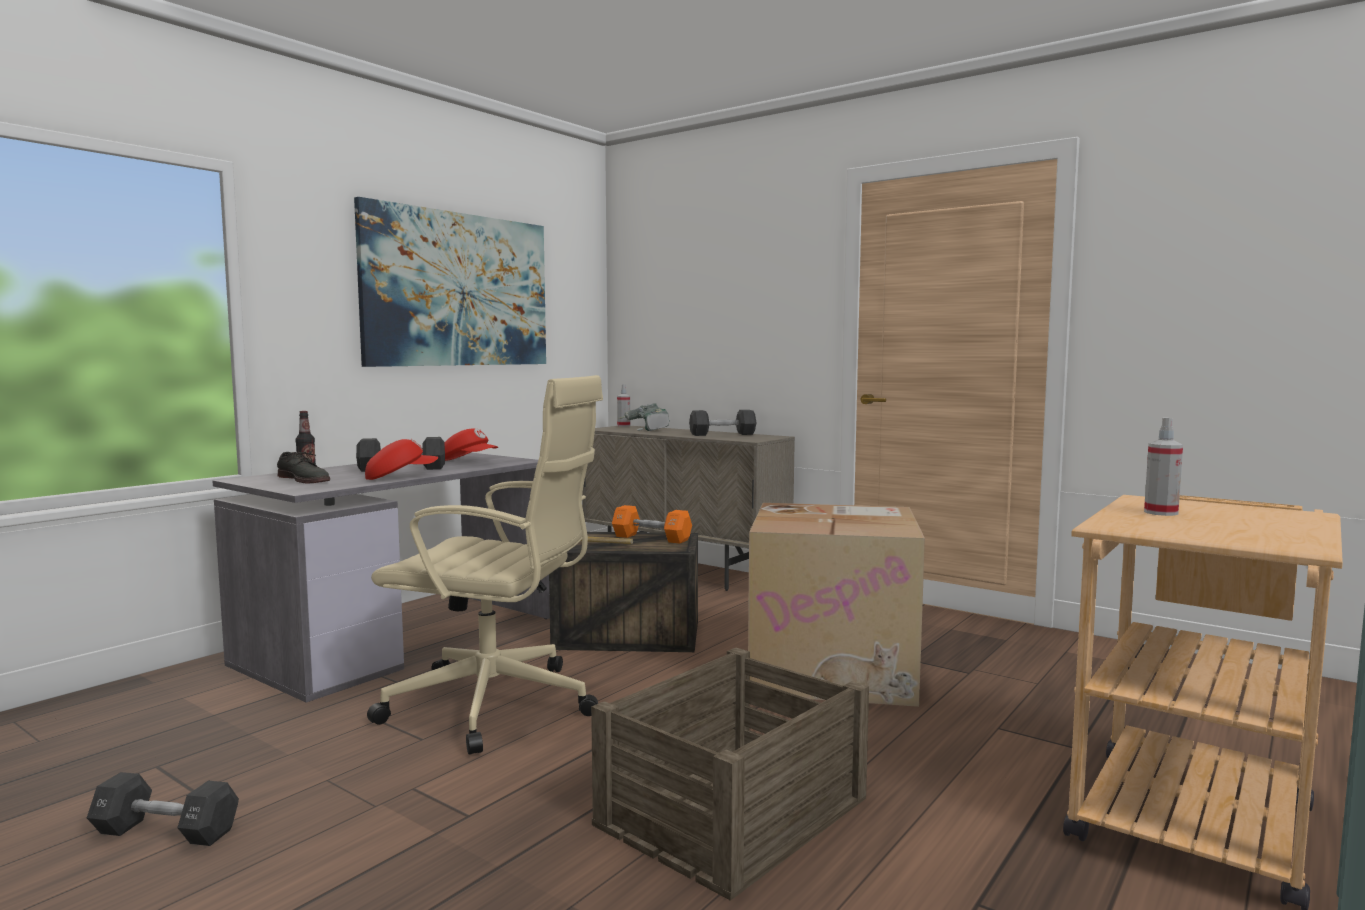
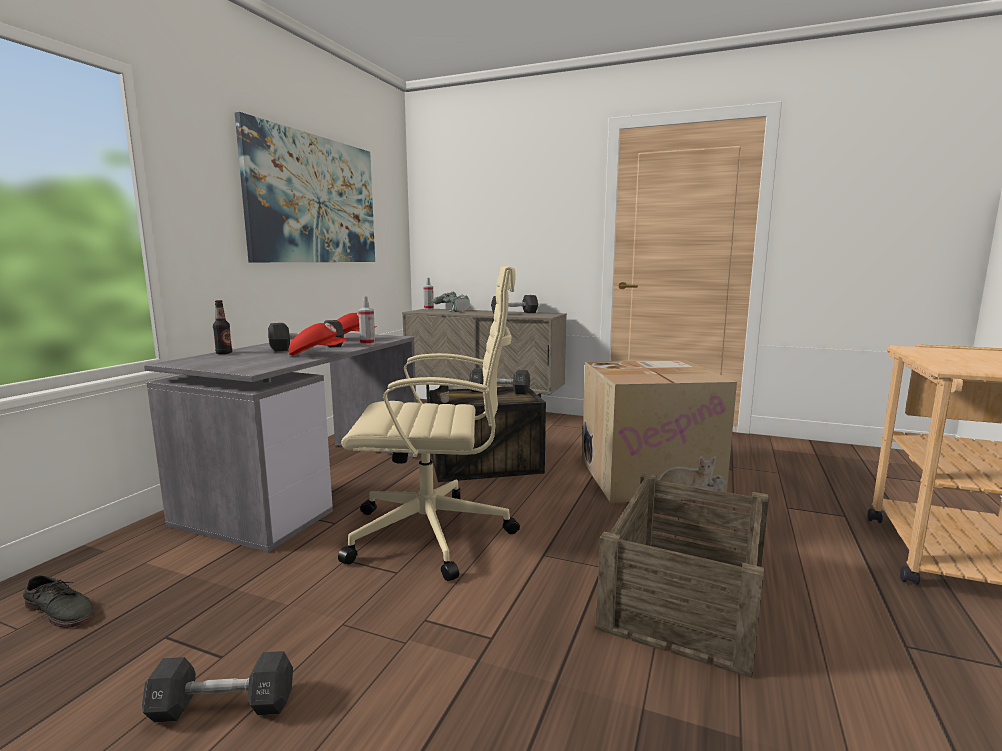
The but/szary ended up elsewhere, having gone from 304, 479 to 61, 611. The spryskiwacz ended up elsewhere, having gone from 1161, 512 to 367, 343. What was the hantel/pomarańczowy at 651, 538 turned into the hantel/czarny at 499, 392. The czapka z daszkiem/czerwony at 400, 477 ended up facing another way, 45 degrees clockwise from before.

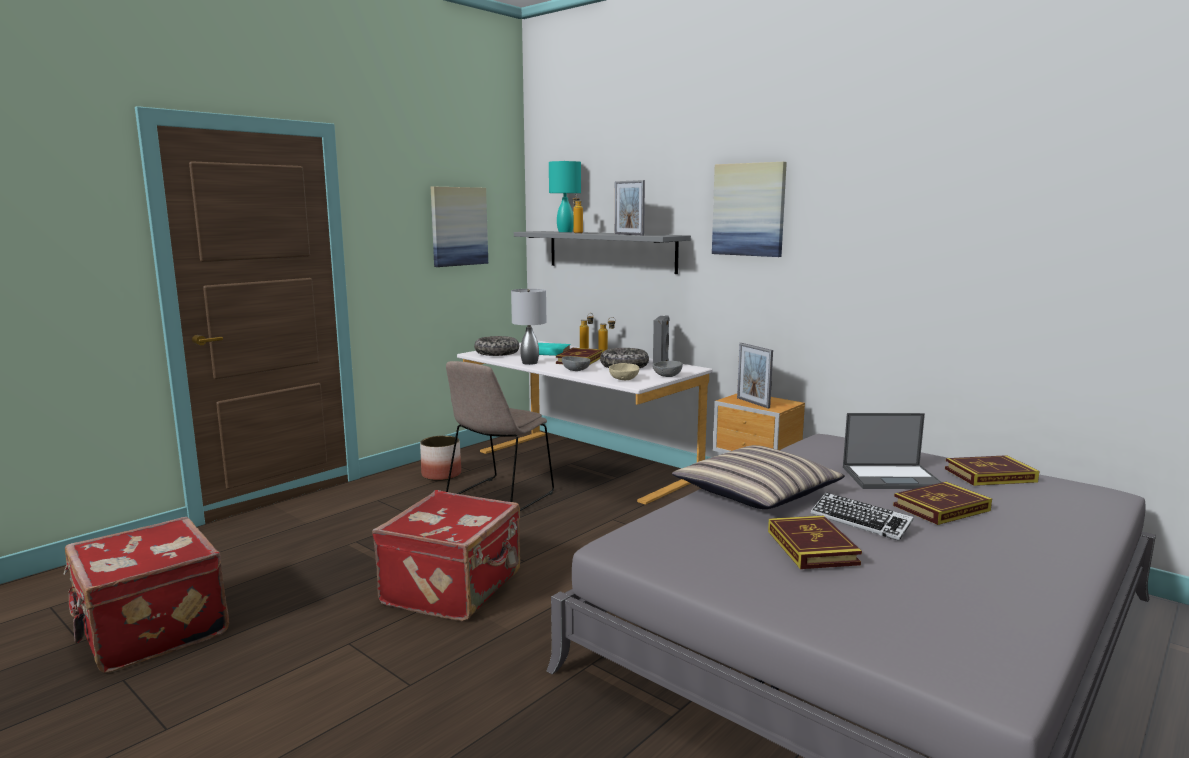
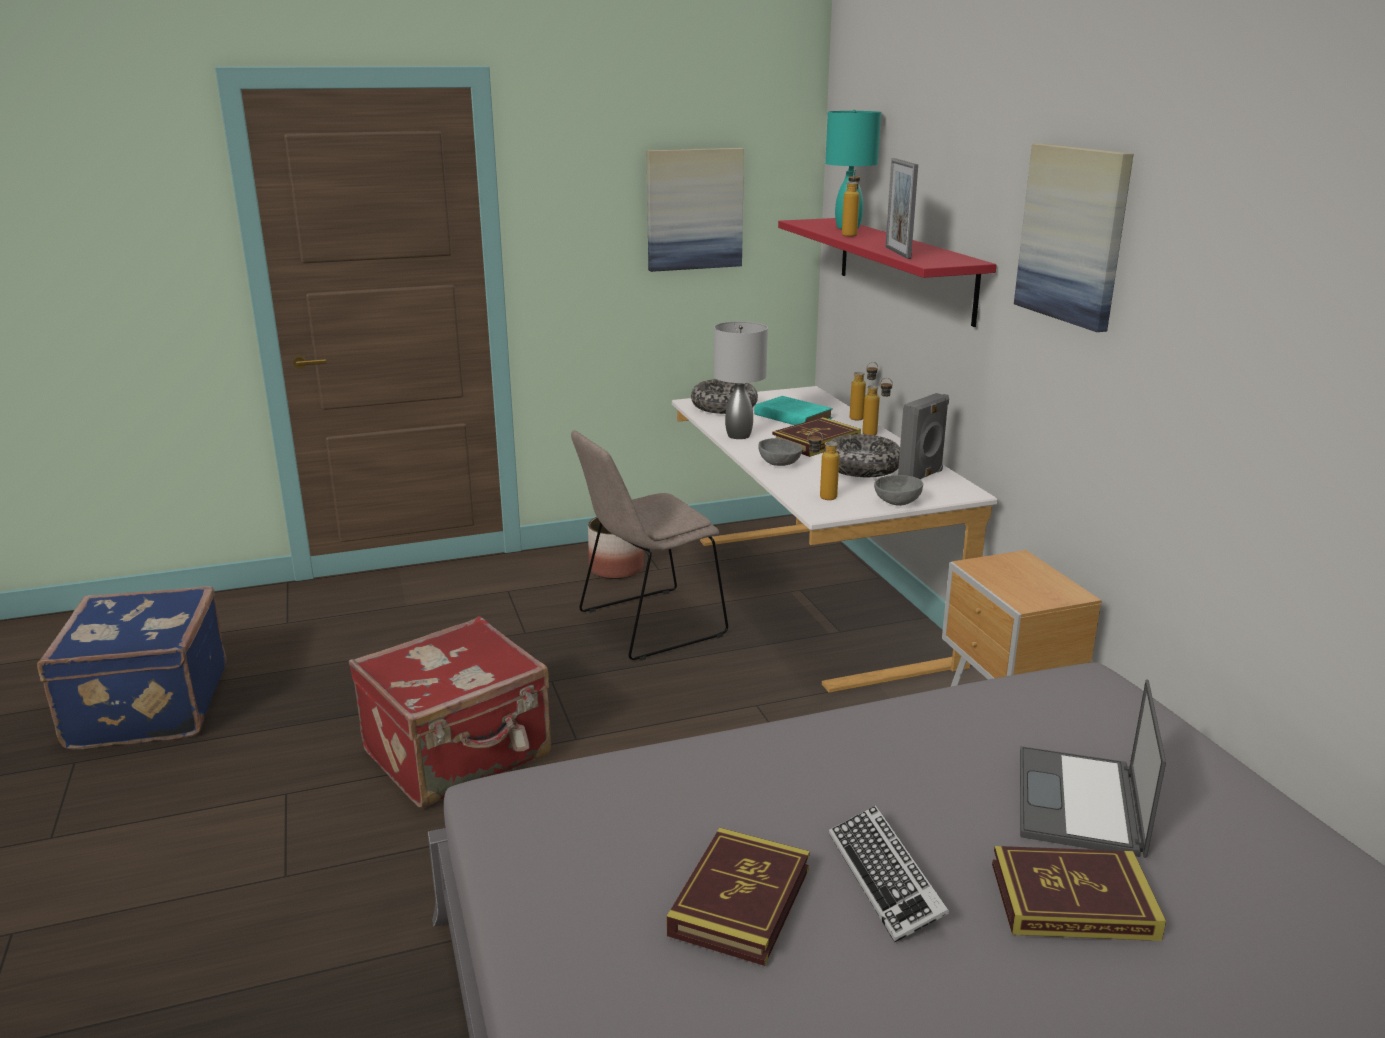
The second view lost the poduszka at 757, 493. The second view lost the ramka na zdjęcie at 753, 403. The second view lost the książka at 990, 475. Where the miska/beżowy stood at 624, 379, the butelka came to stand at 821, 497. What was the walizka/czerwony at 150, 630 turned into the walizka/niebieski at 146, 708. What was the półka/szary at 611, 251 turned into the półka/czerwony at 904, 268. The laptop at 892, 477 ended up facing another way, 75 degrees clockwise from before.

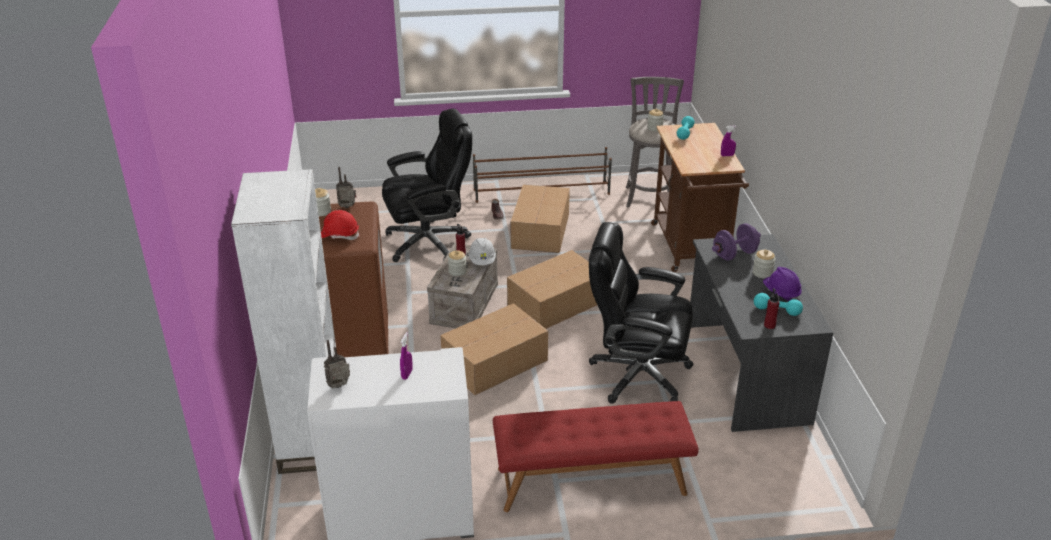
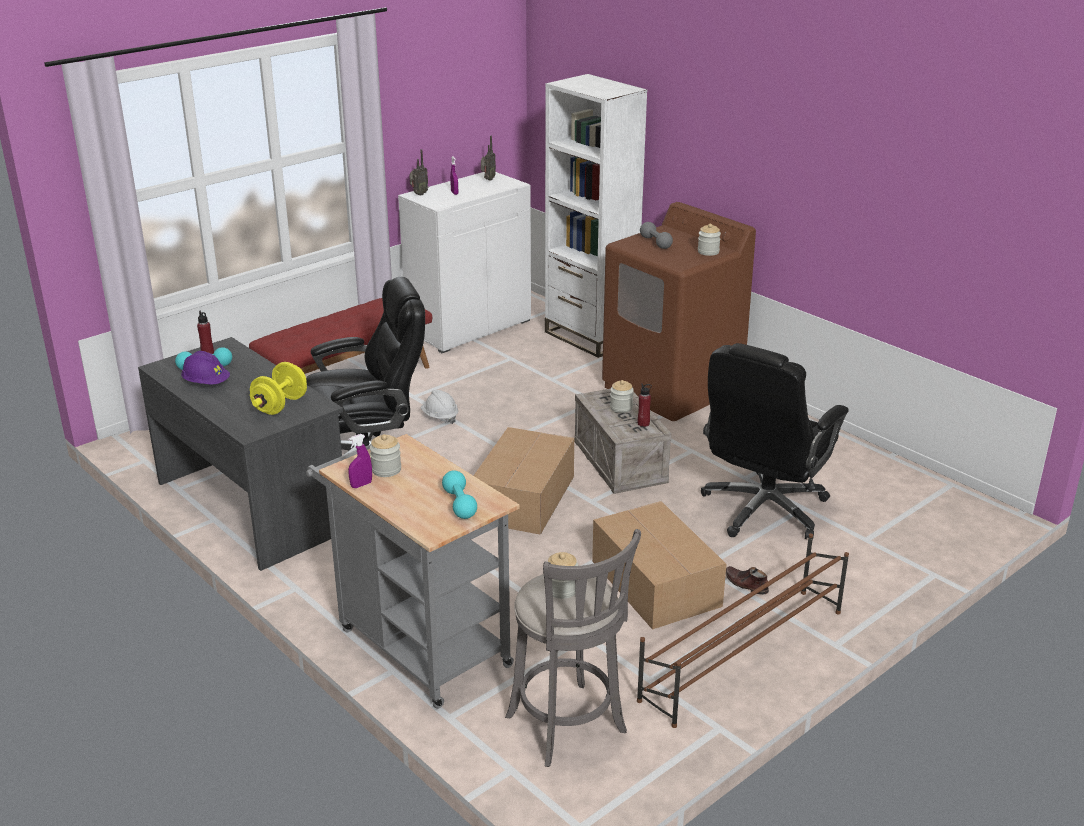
The second view lost the karton at 493, 362. The radio ended up elsewhere, having gone from 348, 208 to 418, 194. The kask/biały ended up elsewhere, having gone from 482, 260 to 440, 417. The słoik ended up elsewhere, having gone from 762, 273 to 386, 470. Where the kask/czerwony stood at 339, 235, the hantel/szary came to stand at 655, 243. What was the wózek/brązowy at 691, 249 turned into the wózek/szary at 417, 643. What was the hantel/fioletowy at 734, 254 turned into the hantel/żółty at 280, 405.

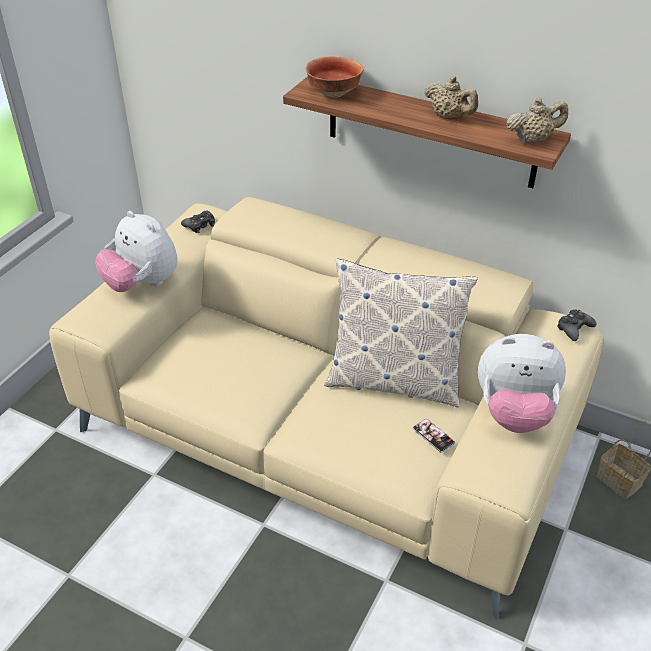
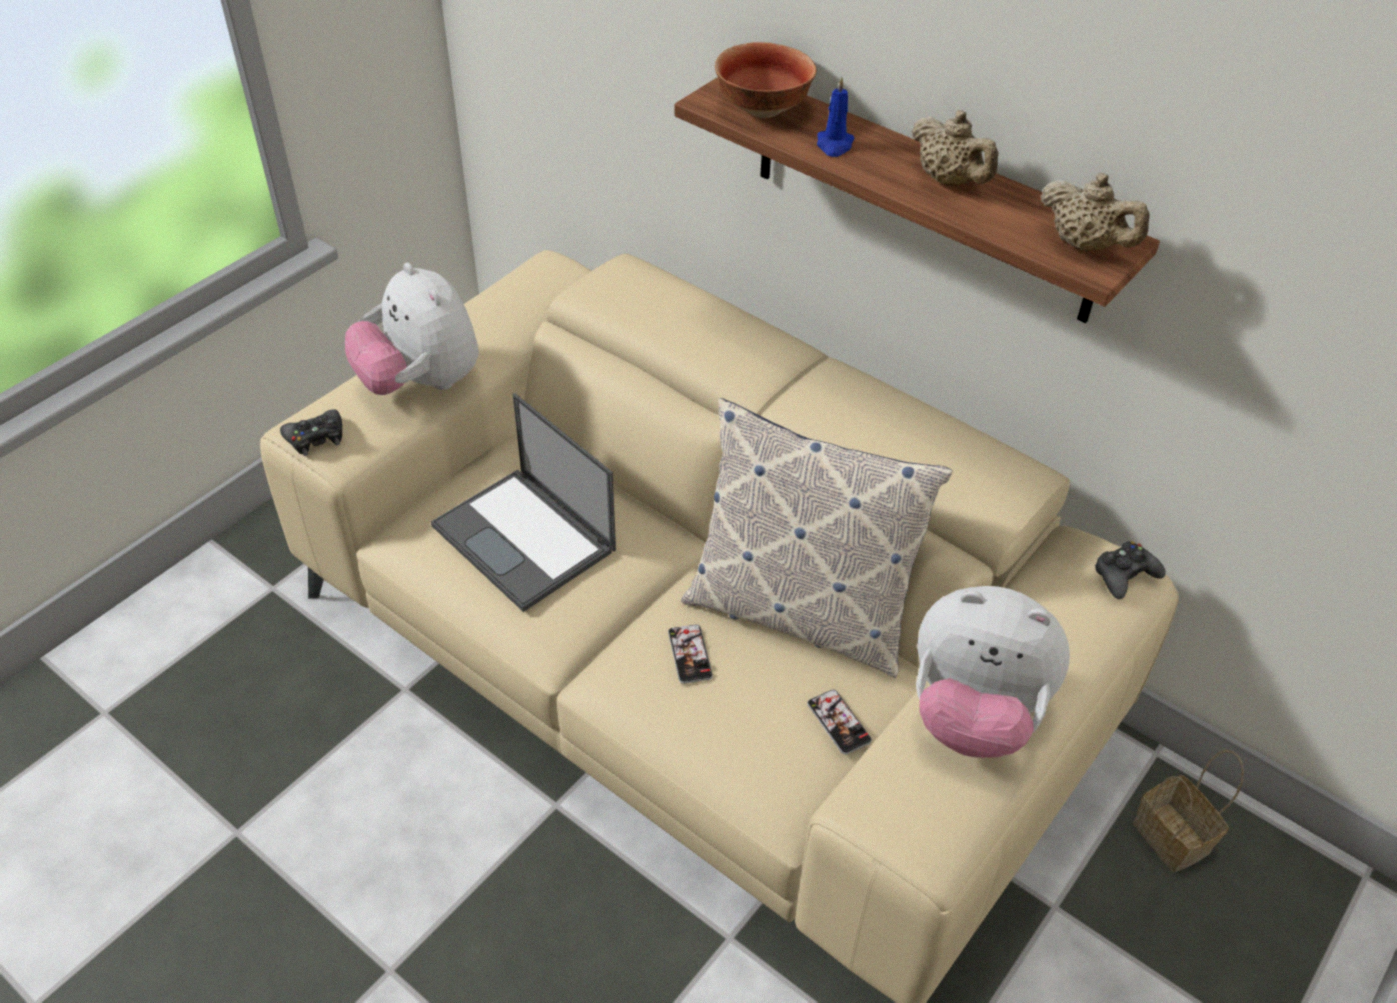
The second view gained the laptop at 526, 539. The second view gained the telefon at 690, 654. The second view gained the świeca/niebieski at 834, 145. The pad do gier/czarny ended up elsewhere, having gone from 200, 225 to 316, 438. The imbryk/beżowy at 533, 140 ended up facing another way, 45 degrees clockwise from before.

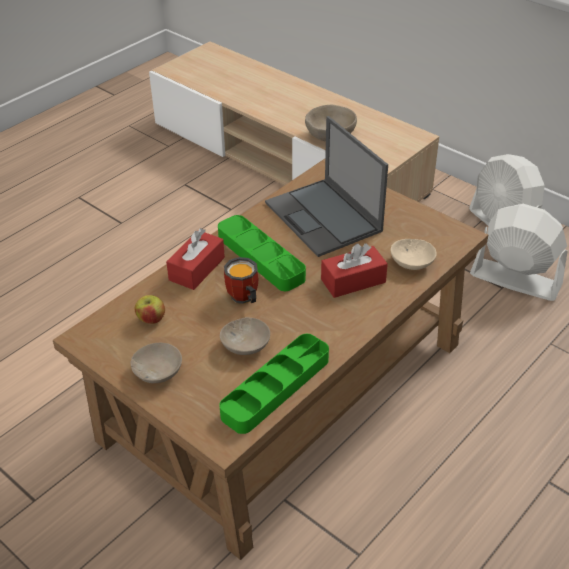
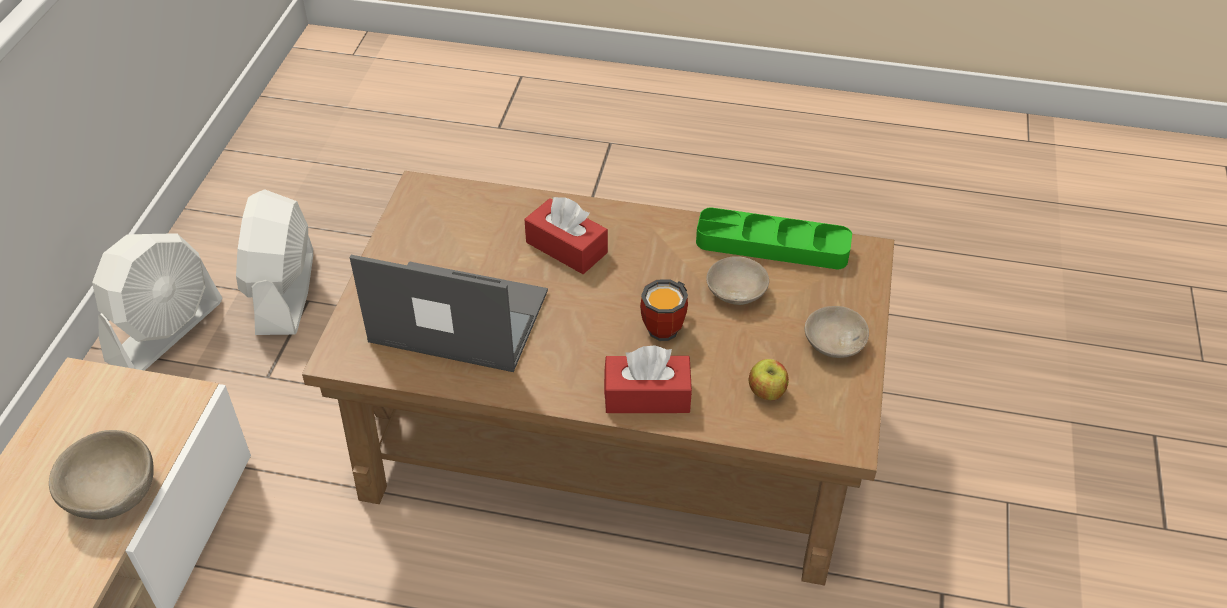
The second view lost the taca/zielony at 260, 257. The second view lost the miska/beżowy at 411, 263. The laptop at 324, 217 ended up facing another way, 105 degrees counterclockwise from before.

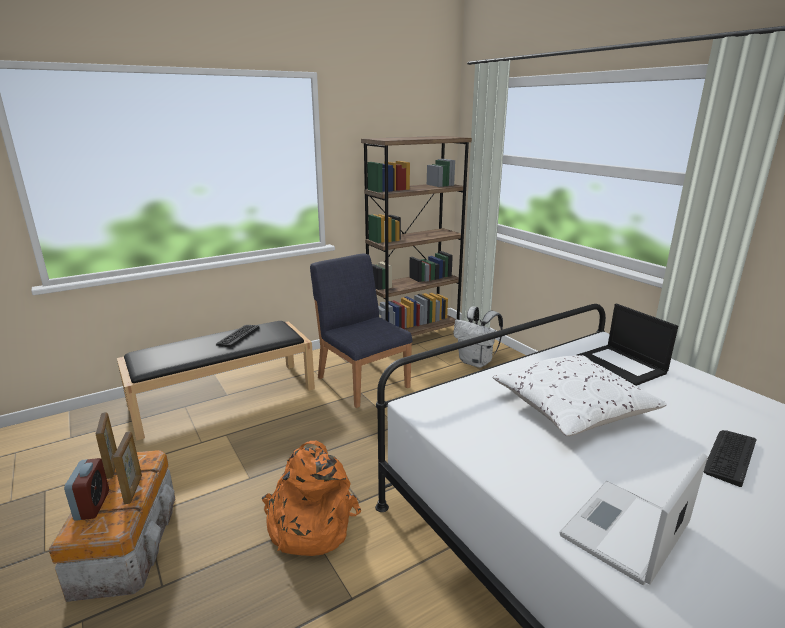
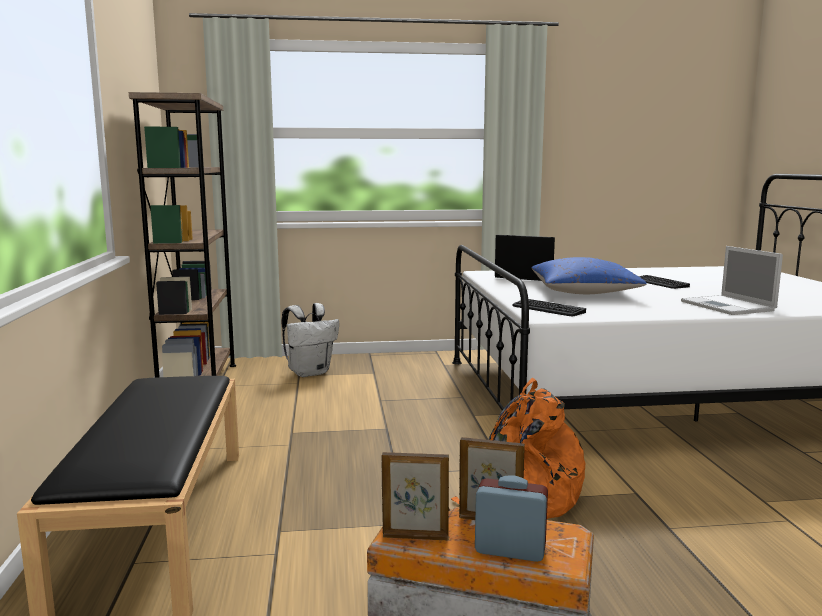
The second view lost the krzesło/niebieski at 363, 381. The klawiatura ended up elsewhere, having gone from 238, 336 to 547, 309. What was the poduszka/biały at 572, 409 turned into the poduszka/niebieski at 583, 292. The laptop at 622, 365 ended up facing another way, 150 degrees counterclockwise from before.

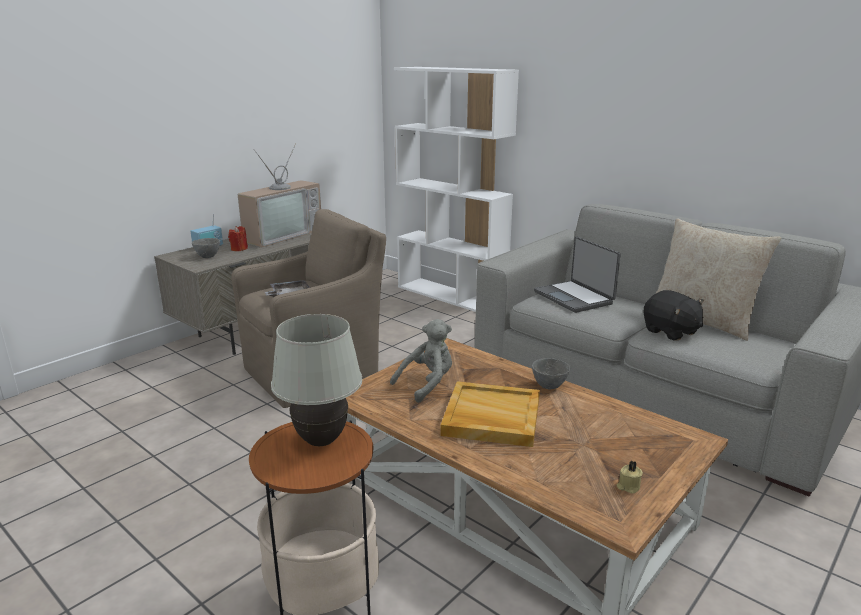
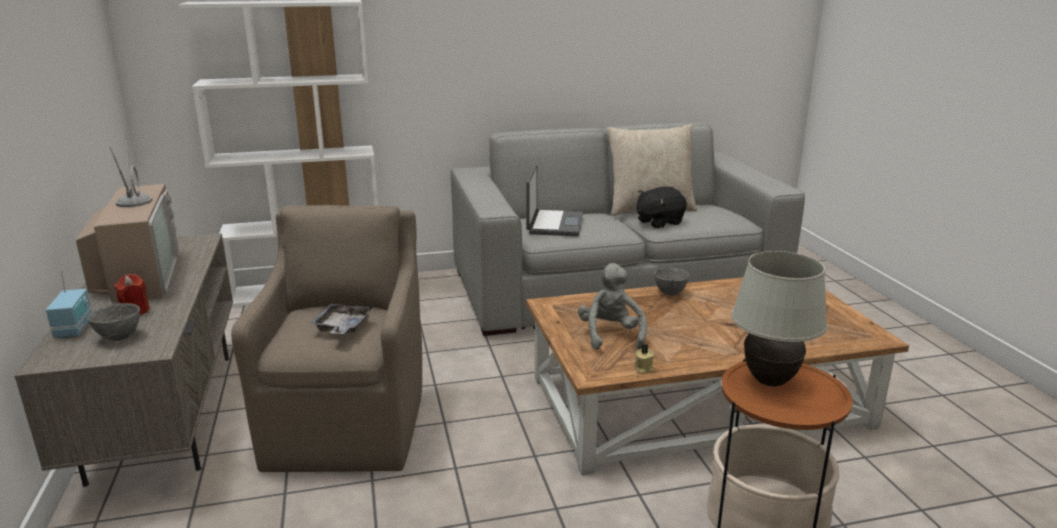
The second view lost the taca/beżowy at 491, 417. The świeca/beżowy ended up elsewhere, having gone from 628, 486 to 642, 369. The laptop at 574, 297 ended up facing another way, 90 degrees counterclockwise from before. The pluszak/czarny at 670, 332 ended up facing another way, 150 degrees clockwise from before.

